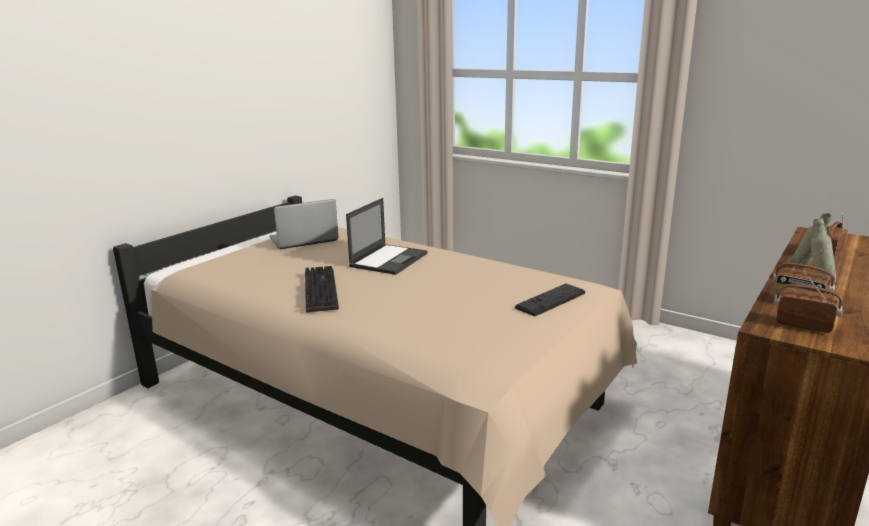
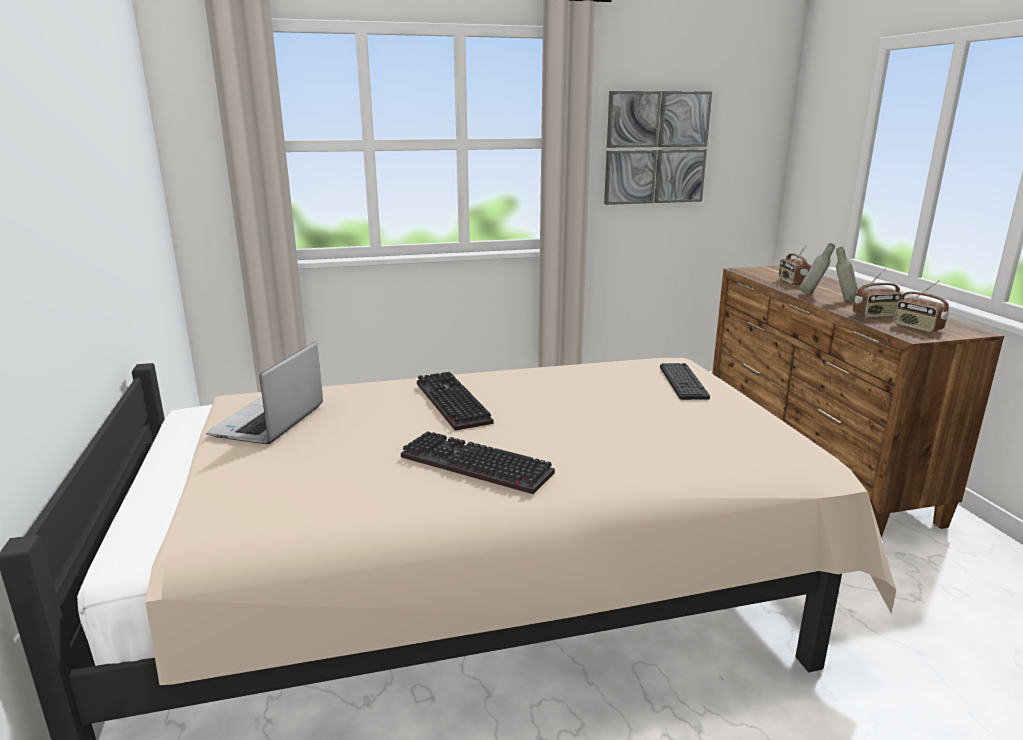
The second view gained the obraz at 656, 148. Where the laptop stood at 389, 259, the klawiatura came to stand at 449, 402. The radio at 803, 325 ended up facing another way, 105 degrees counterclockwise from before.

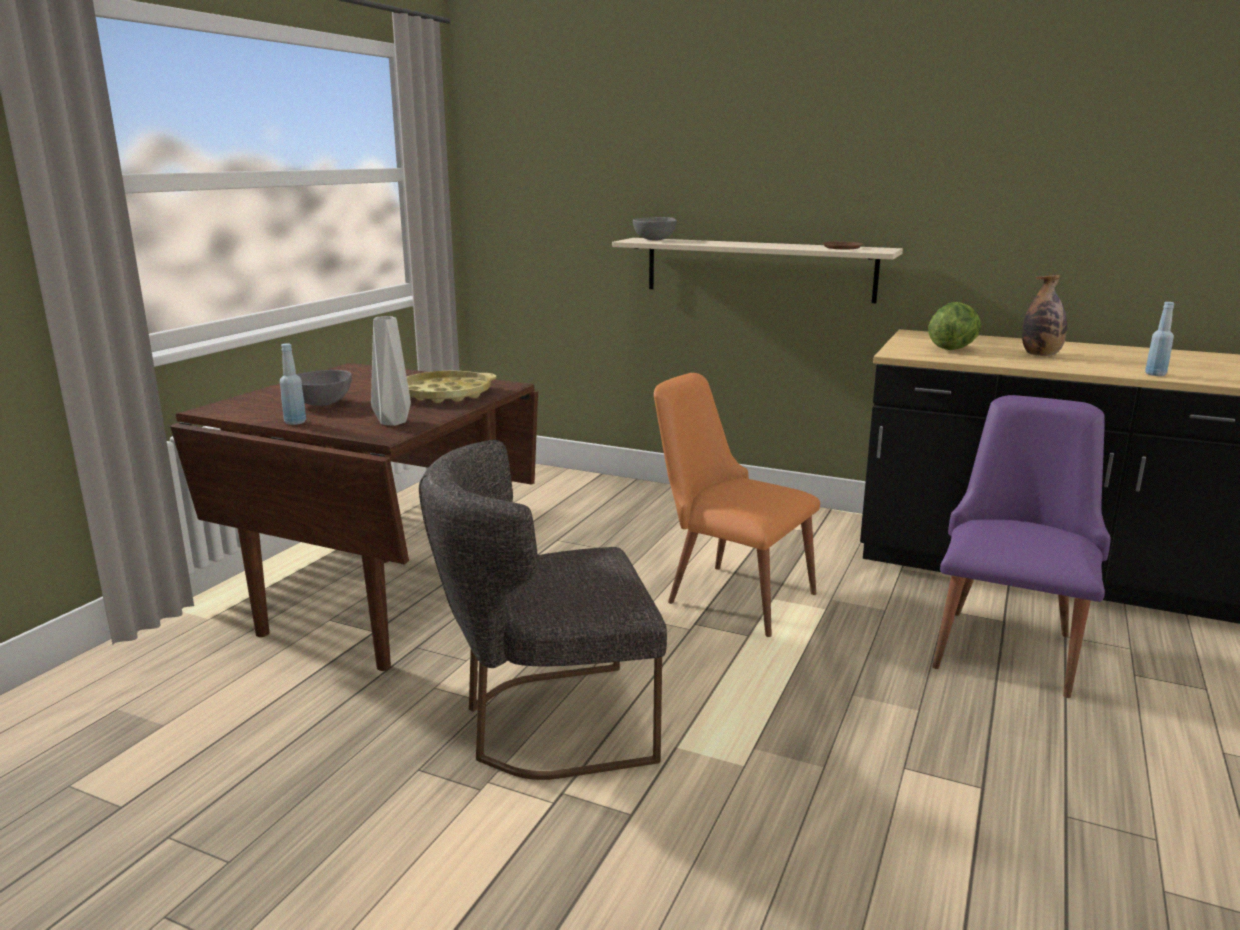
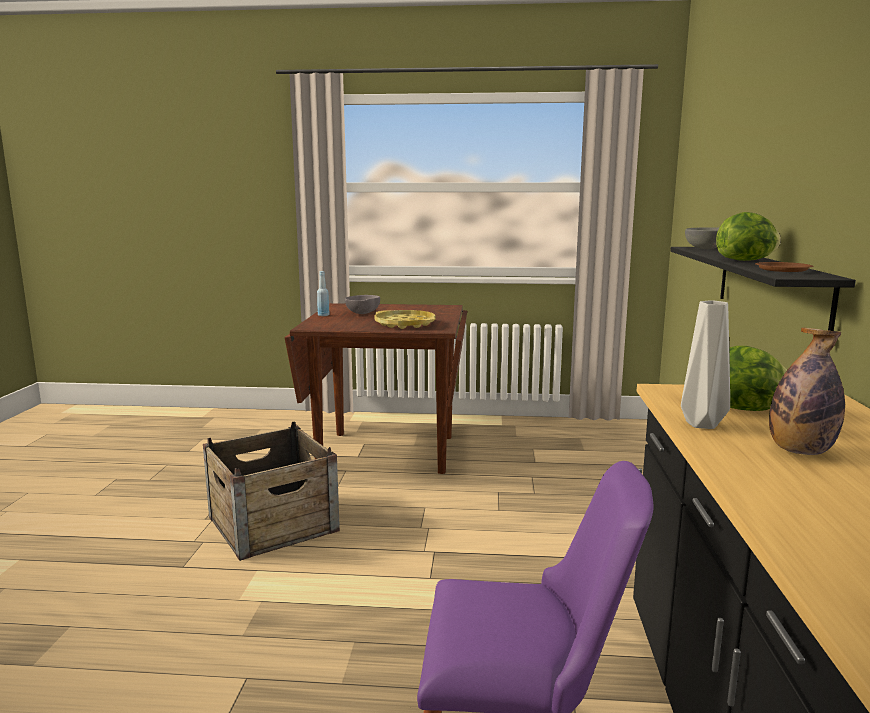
The second view lost the krzesło/pomarańczowy at 729, 593. The second view lost the butelka/niebieski at 1155, 374. The second view gained the sałata at 746, 260. The wazon/szary ended up elsewhere, having gone from 394, 422 to 704, 425. Where the krzesło/szary stood at 547, 724, the skrzynka came to stand at 273, 523. What was the półka/beżowy at 758, 269 turned into the półka/czarny at 769, 289.

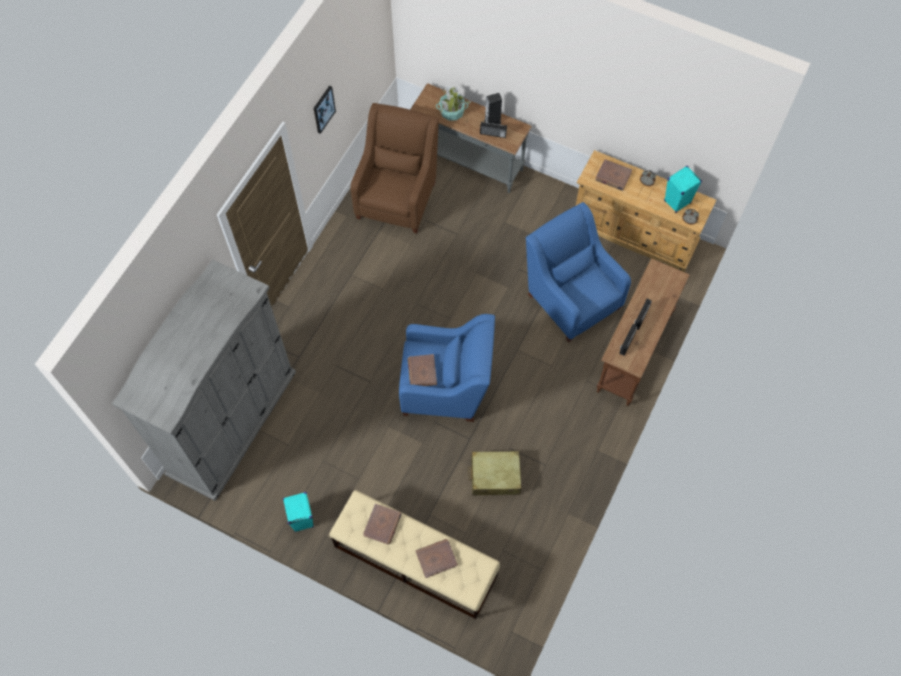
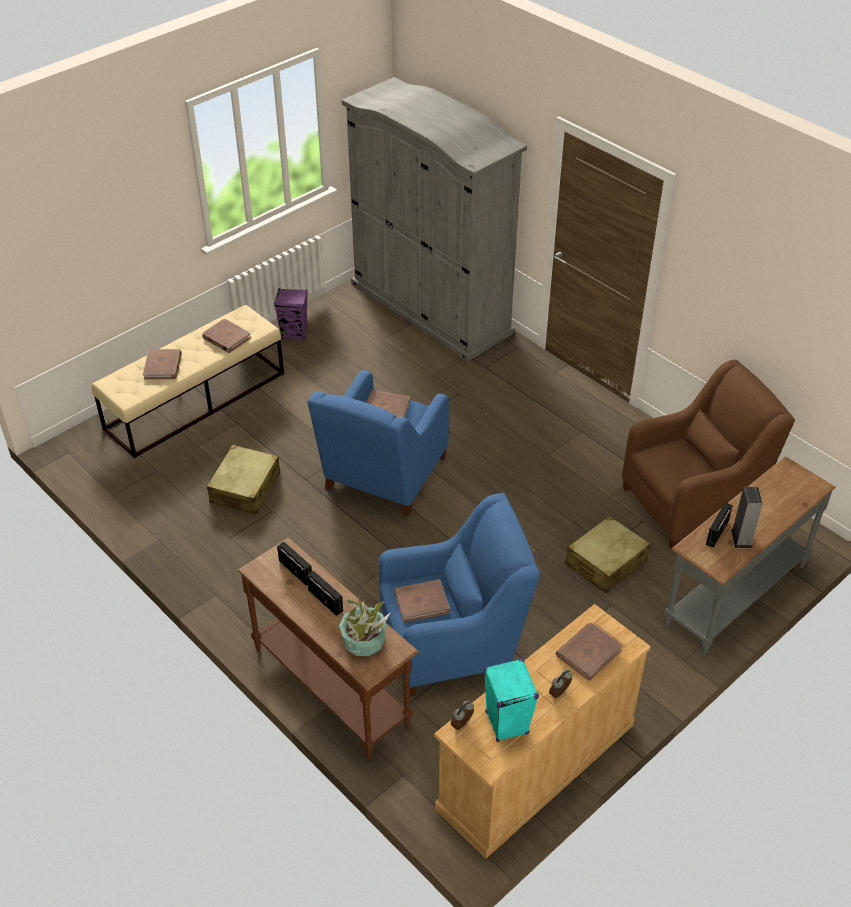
The second view lost the obraz at 323, 109. The second view gained the książka/brązowy at 421, 602. The second view gained the walizka/beżowy at 605, 563. The roślina doniczkowa ended up elsewhere, having gone from 452, 112 to 364, 641. What was the głośnik/turkusowy at 302, 519 turned into the głośnik/fioletowy at 294, 333. The fotel/brązowy at 397, 196 ended up facing another way, 60 degrees counterclockwise from before.

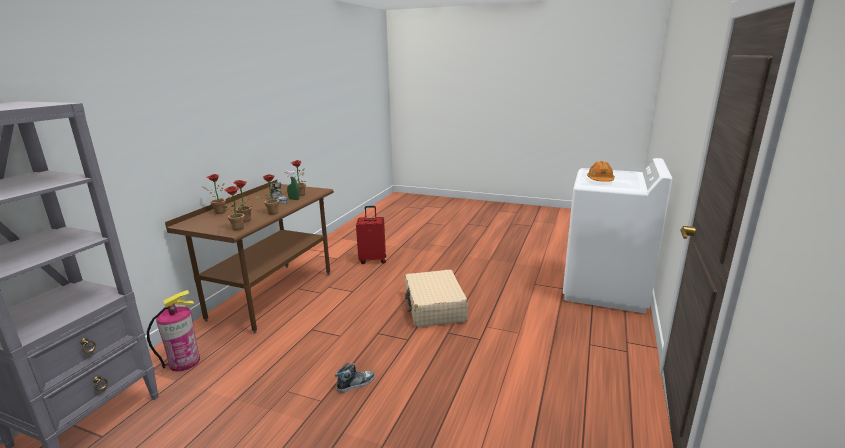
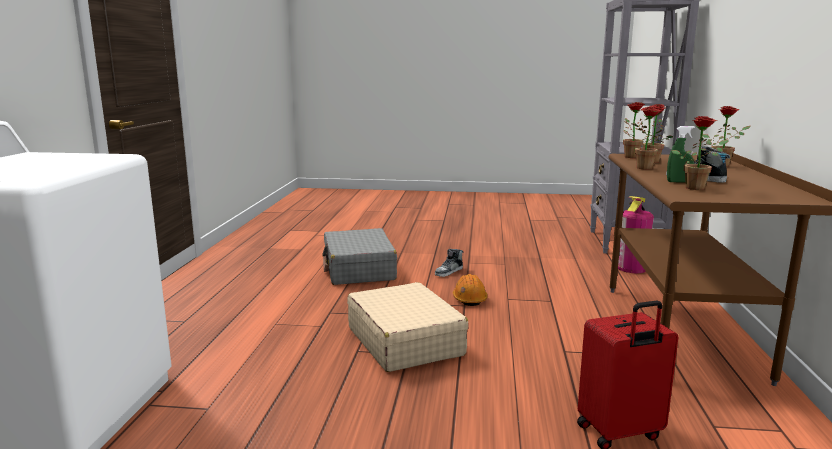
The second view gained the walizka/szary at 359, 269. The kask/pomarańczowy ended up elsewhere, having gone from 600, 180 to 469, 299.

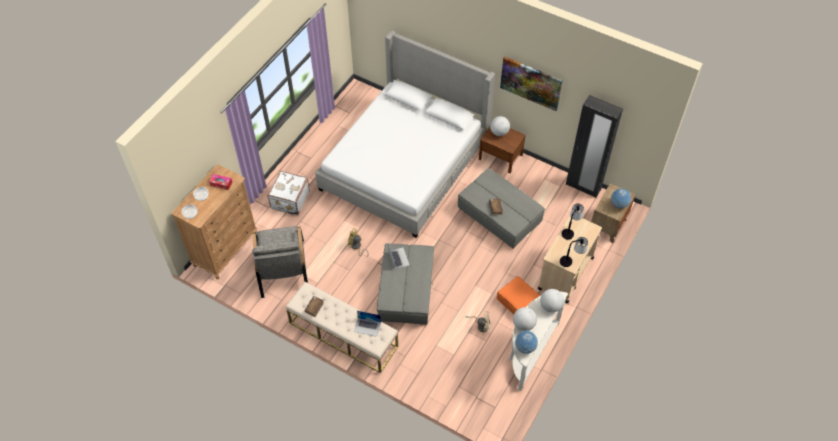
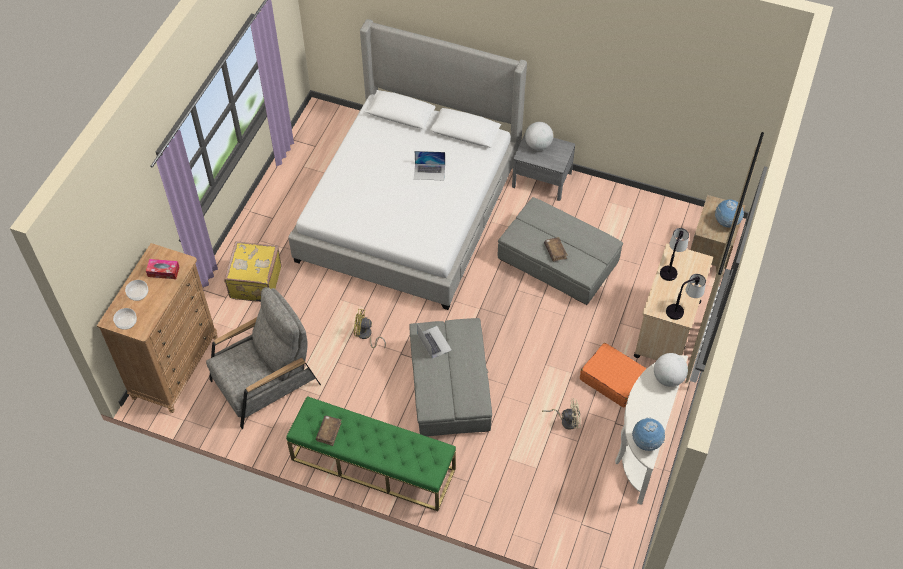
The second view lost the obraz at 531, 83. The second view lost the globus at 523, 325. The second view lost the szafa/czarny at 583, 186. The laptop ended up elsewhere, having gone from 367, 327 to 429, 171. What was the walizka/biały at 289, 200 turned into the walizka/żółty at 254, 282. What was the ławka/beżowy at 343, 334 turned into the ławka/zielony at 373, 464. What was the szafka nocna/brązowy at 500, 157 turned into the szafka nocna/szary at 541, 179. The fotel/szary at 282, 268 ended up facing another way, 105 degrees counterclockwise from before.

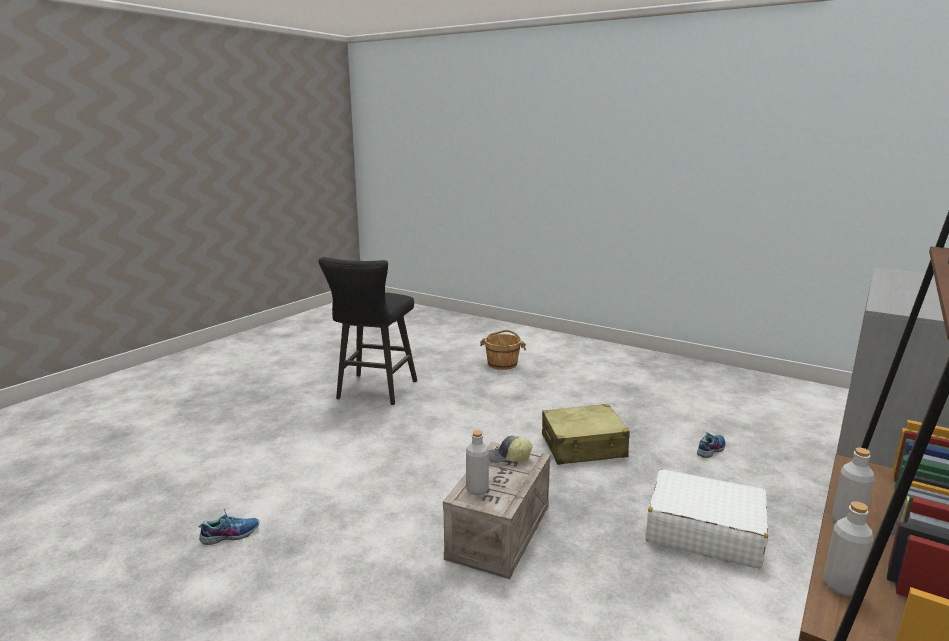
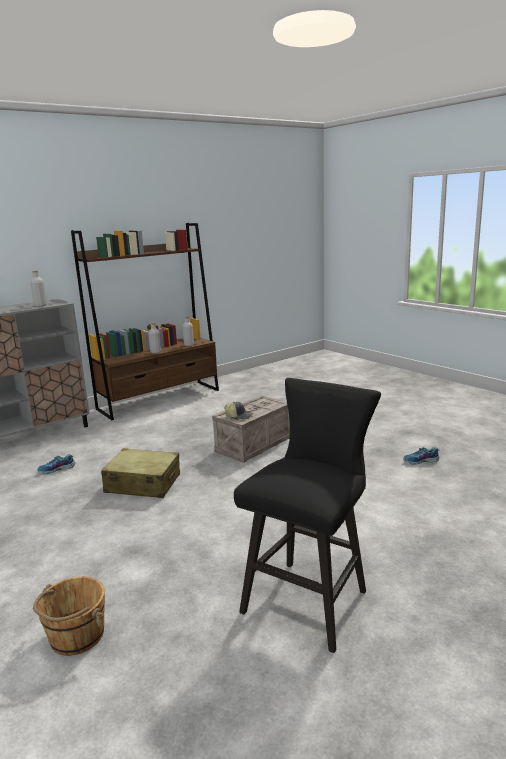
The second view lost the walizka/biały at 703, 531. The butelka/szary ended up elsewhere, having gone from 477, 489 to 40, 305.

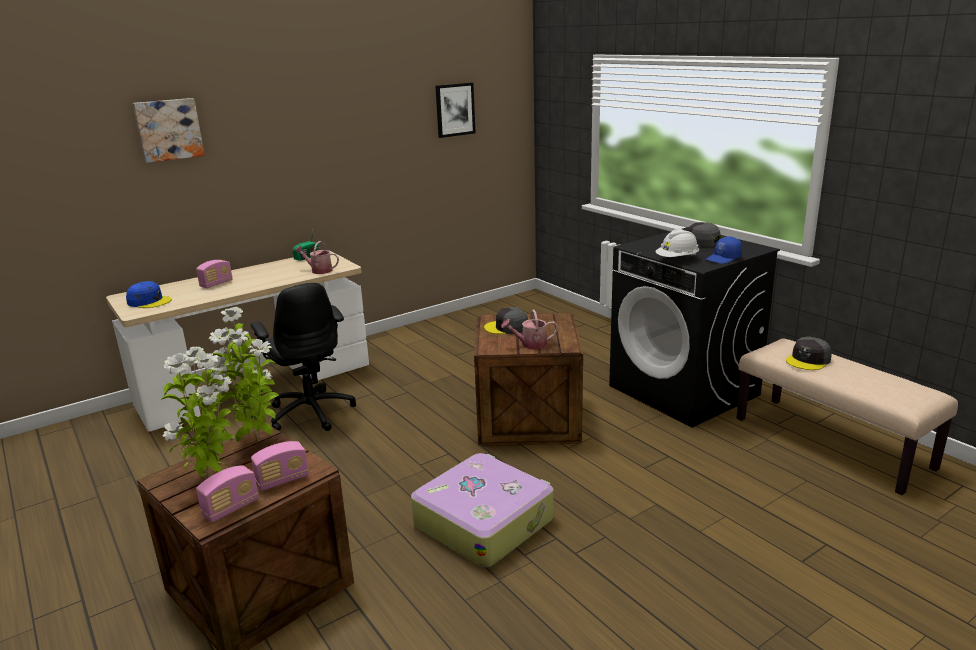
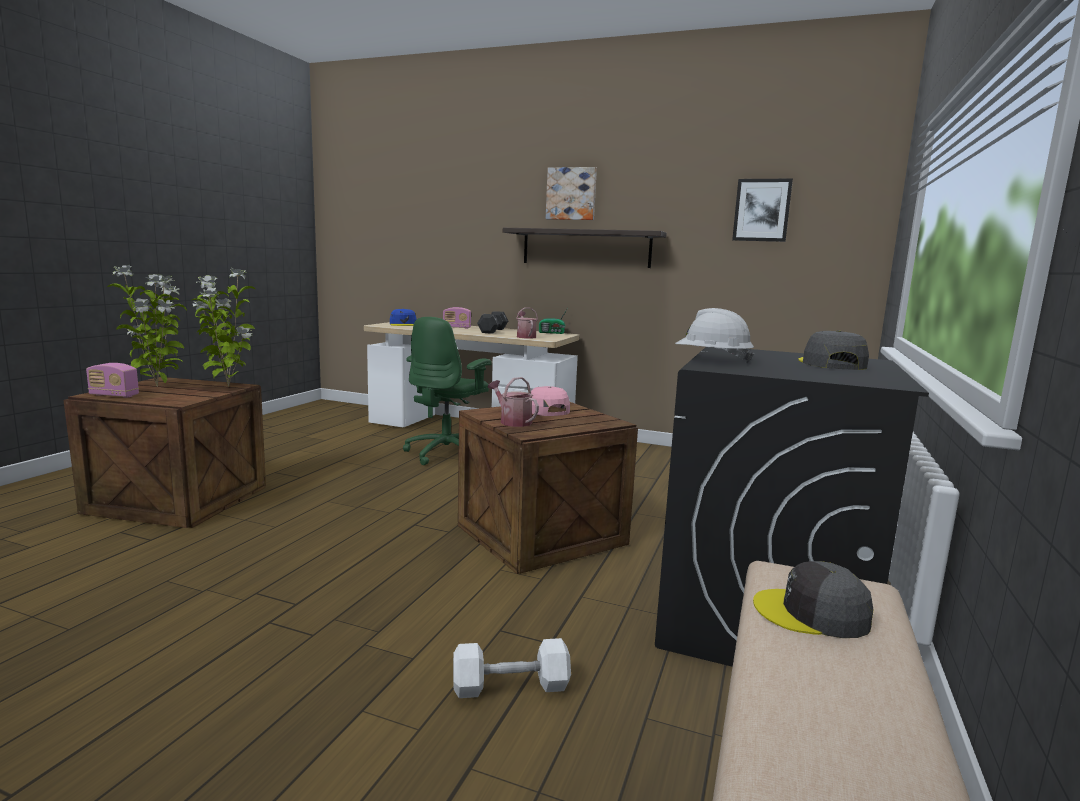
The second view lost the radio at 282, 480. The second view lost the walizka at 484, 521. The second view lost the czapka z daszkiem/niebieski at 724, 259. The second view gained the hantel/biały at 510, 686. The second view gained the hantel/czarny at 493, 331. The second view gained the półka at 586, 248. The obraz ended up elsewhere, having gone from 168, 129 to 571, 194. What was the krzesło biurowe/czarny at 311, 412 turned into the krzesło biurowe/zielony at 447, 453. What was the czapka z daszkiem/szary at 507, 328 turned into the czapka z daszkiem/różowy at 545, 410.

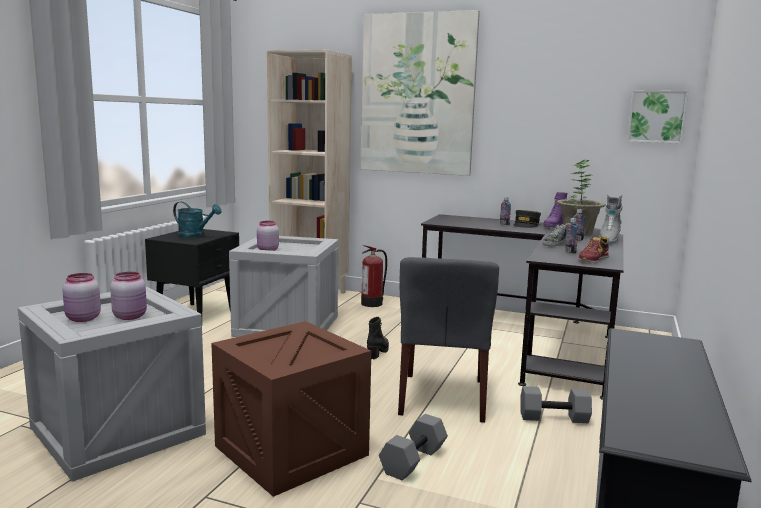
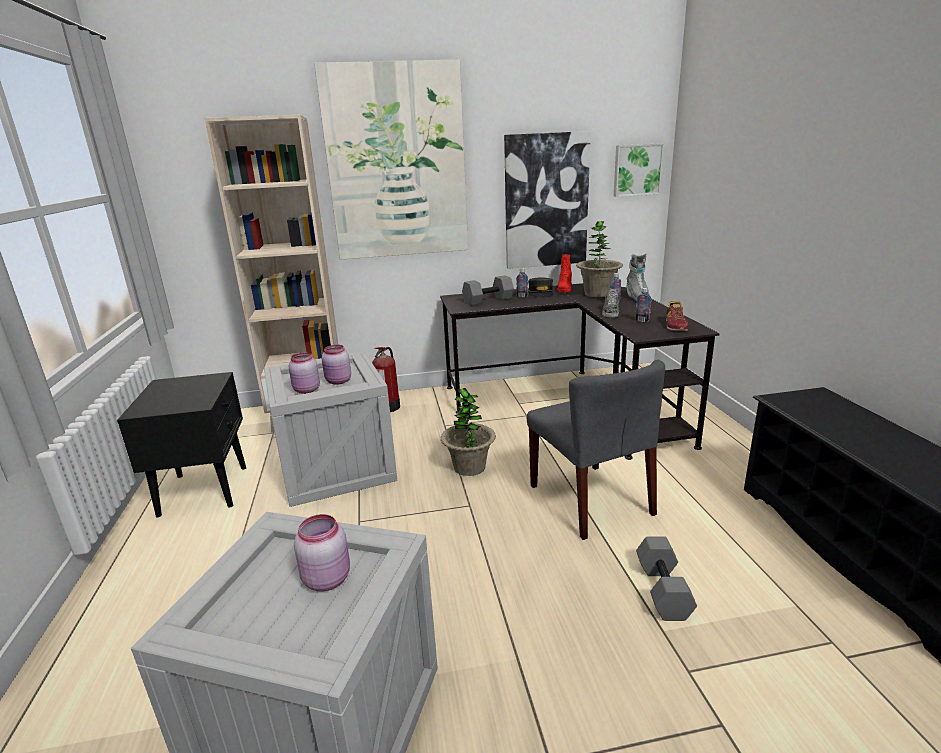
The second view lost the konewka/turkusowy at 195, 236. The second view lost the skrzynka at 291, 450. The second view gained the obraz at 546, 201. The słoik/różowy ended up elsewhere, having gone from 82, 319 to 338, 381. The hantel/szary ended up elsewhere, having gone from 554, 417 to 488, 300. Where the but z cholewką/czarny stood at 378, 352, the roślina doniczkowa came to stand at 469, 467. What was the but z cholewką/fioletowy at 553, 226 turned into the but z cholewką/czerwony at 564, 290.

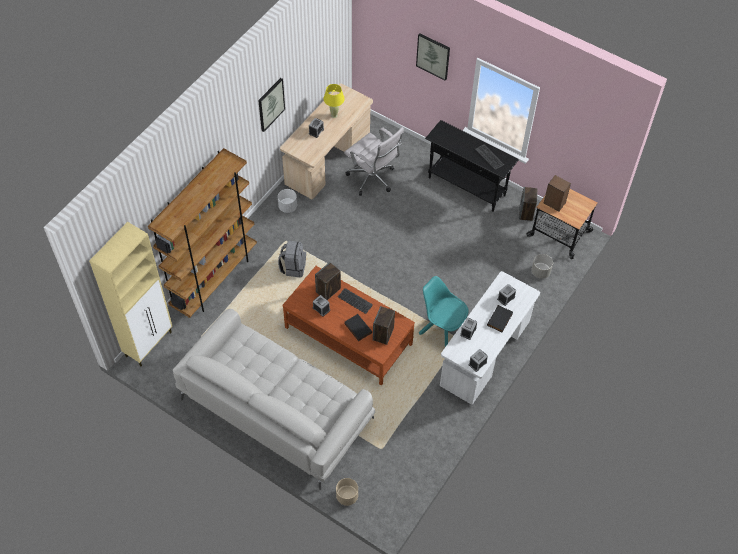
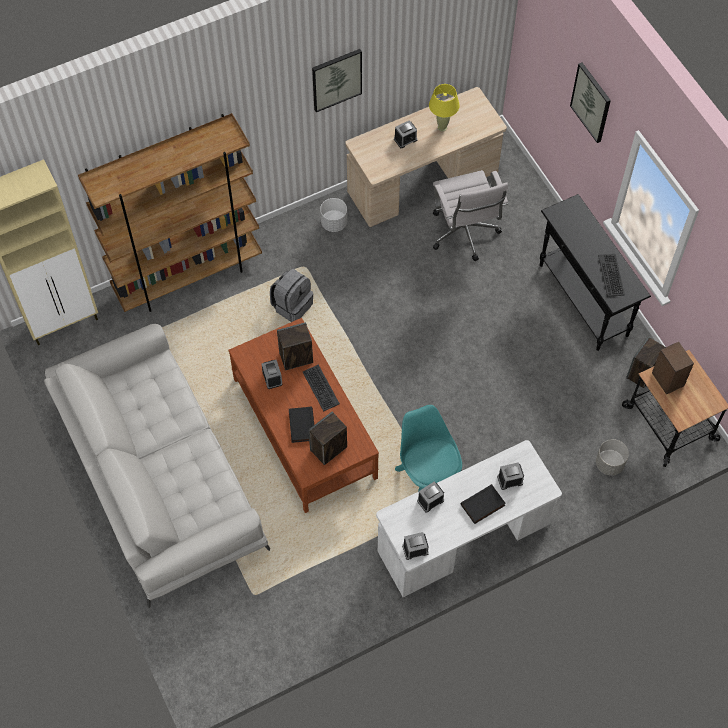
The second view lost the donica/beżowy at 347, 496.

